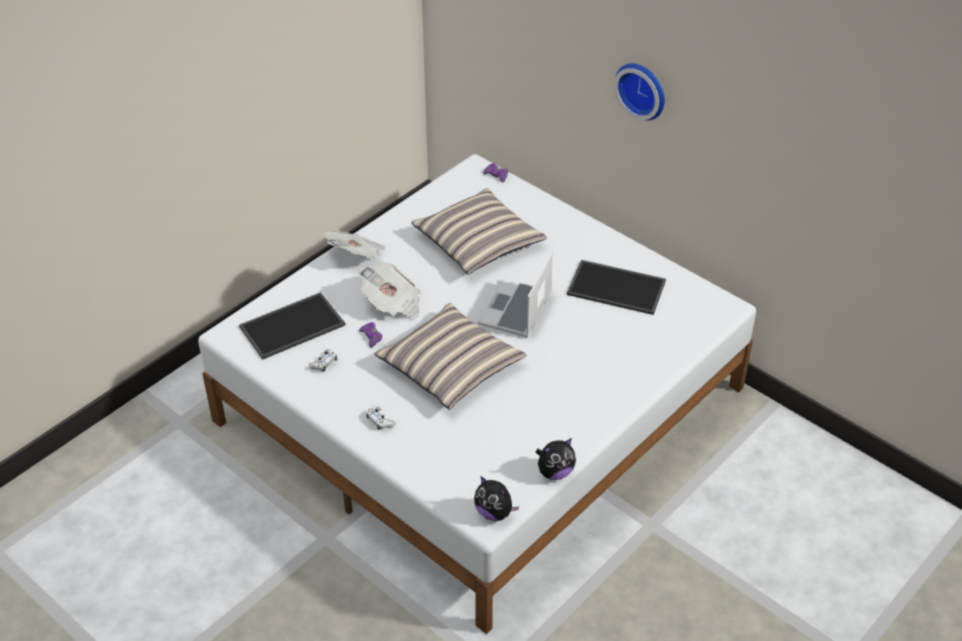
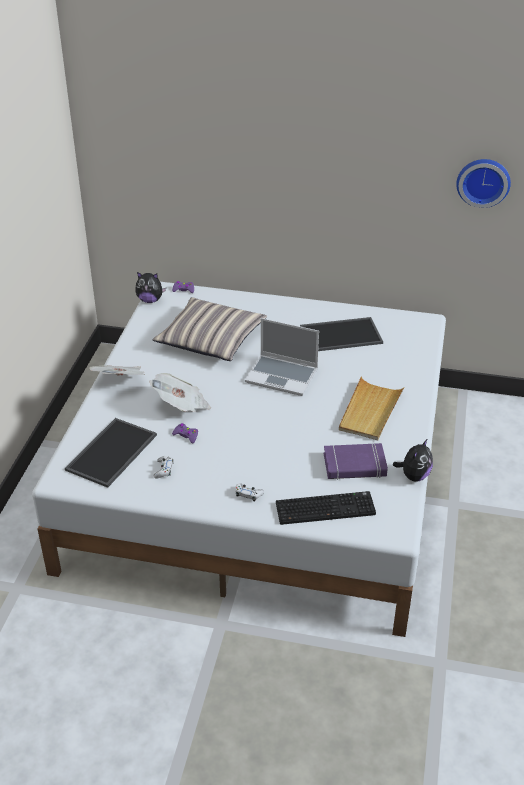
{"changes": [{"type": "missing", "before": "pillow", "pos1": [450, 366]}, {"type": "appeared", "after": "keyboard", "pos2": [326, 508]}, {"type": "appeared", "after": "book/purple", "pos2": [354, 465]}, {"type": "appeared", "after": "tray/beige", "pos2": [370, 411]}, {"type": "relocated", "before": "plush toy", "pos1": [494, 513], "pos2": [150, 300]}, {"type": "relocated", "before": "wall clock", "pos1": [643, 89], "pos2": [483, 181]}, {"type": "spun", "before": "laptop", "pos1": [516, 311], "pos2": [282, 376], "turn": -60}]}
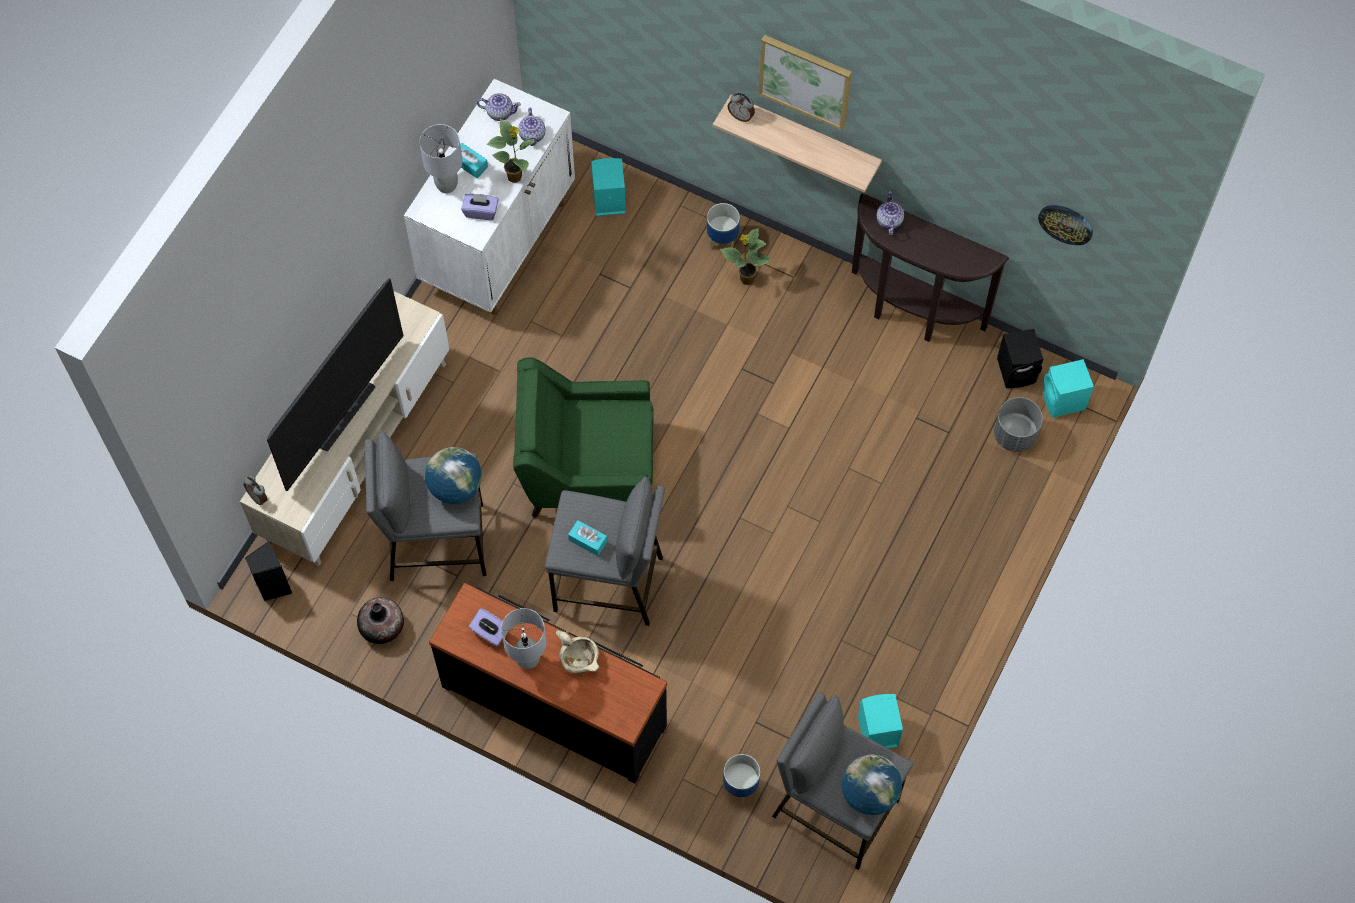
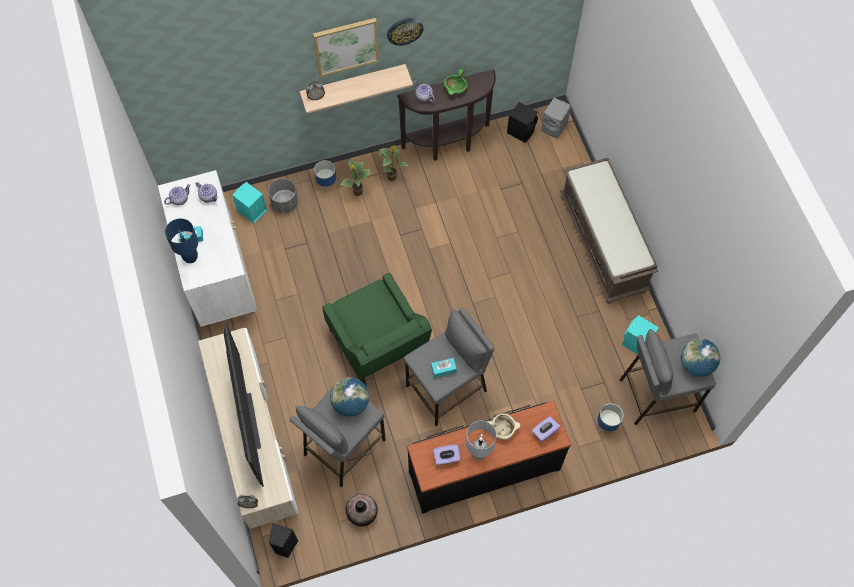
{"changes": [{"type": "appeared", "after": "bowl/green", "pos2": [455, 89]}, {"type": "appeared", "after": "bench/brown", "pos2": [603, 244]}, {"type": "relocated", "before": "tissue box/purple", "pos1": [481, 211], "pos2": [544, 432]}, {"type": "relocated", "before": "potted plant", "pos1": [515, 177], "pos2": [392, 177]}, {"type": "relocated", "before": "planter/grey", "pos1": [1015, 435], "pos2": [285, 203]}, {"type": "relocated", "before": "wall clock", "pos1": [1066, 223], "pos2": [404, 30]}, {"type": "colour", "before": "table lamp/grey", "after": "table lamp/blue", "pos1": [446, 185], "pos2": [190, 257]}, {"type": "colour", "before": "speaker/turquoise", "after": "speaker/grey", "pos1": [1063, 402], "pos2": [555, 127]}, {"type": "spun", "before": "armchair/green", "pos1": [586, 468], "pos2": [378, 345], "turn": -75}]}
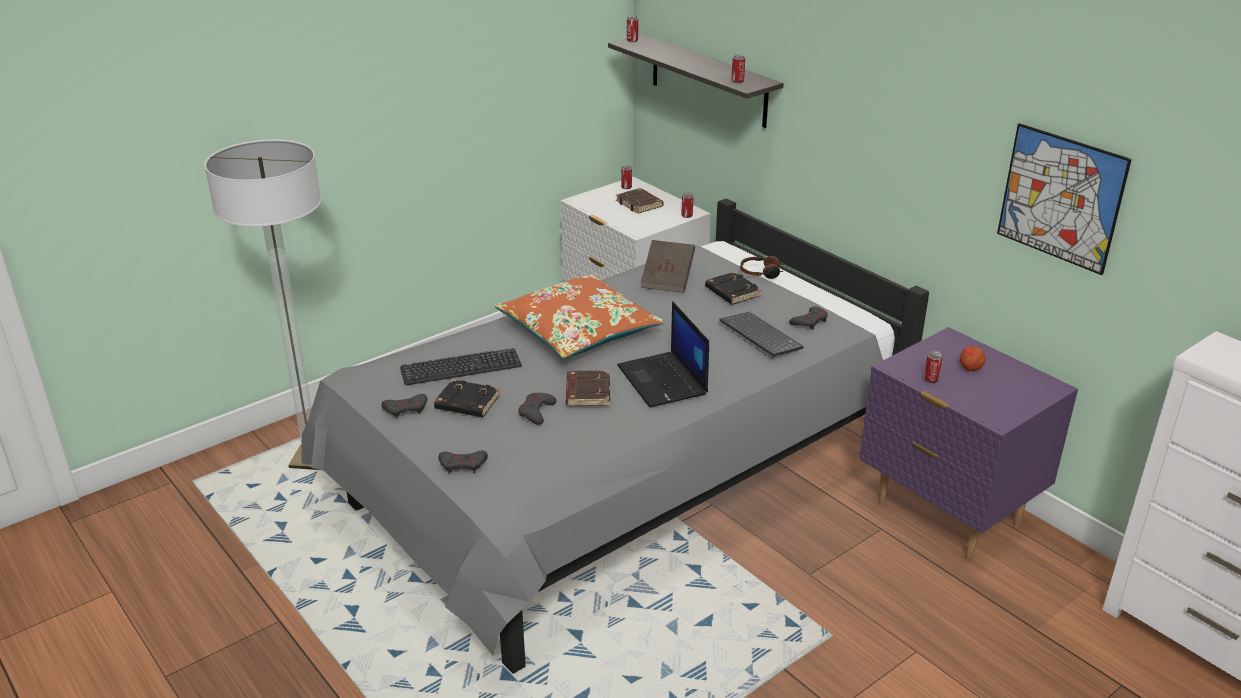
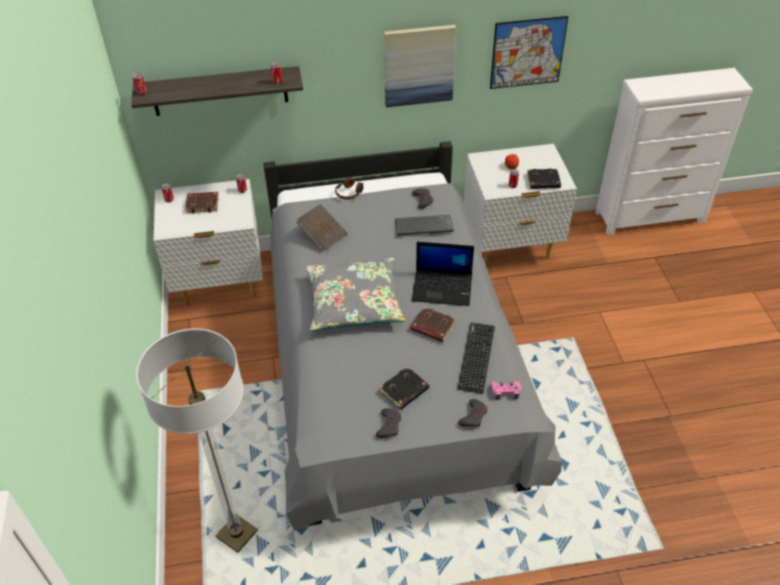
{"changes": [{"type": "missing", "before": "game controller/grey", "pos1": [536, 411]}, {"type": "appeared", "after": "picture", "pos2": [419, 65]}, {"type": "appeared", "after": "game controller/pink", "pos2": [505, 391]}, {"type": "relocated", "before": "keyboard", "pos1": [461, 367], "pos2": [476, 357]}, {"type": "relocated", "before": "book/black", "pos1": [731, 292], "pos2": [543, 182]}, {"type": "colour", "before": "pillow/orange", "after": "pillow/grey", "pos1": [579, 331], "pos2": [354, 302]}, {"type": "colour", "before": "nightstand/purple", "after": "nightstand/white", "pos1": [947, 514], "pos2": [510, 246]}]}
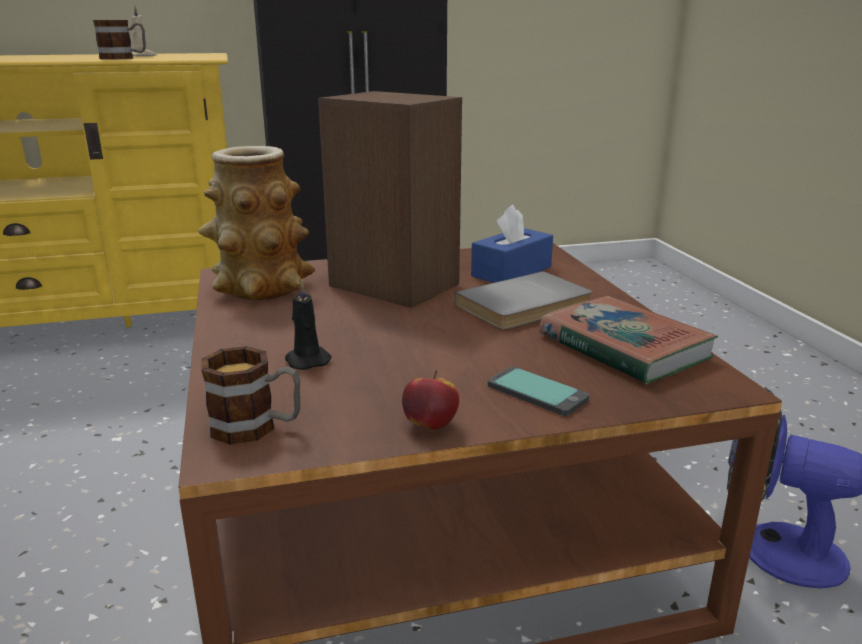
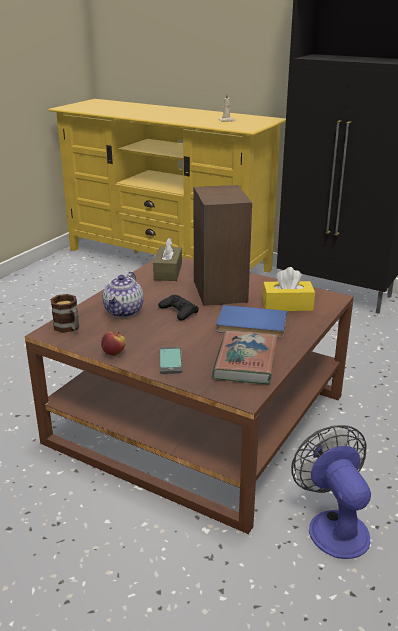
{"changes": [{"type": "missing", "before": "mug", "pos1": [124, 58]}, {"type": "appeared", "after": "game controller/black", "pos2": [178, 311]}, {"type": "exchanged", "before": "vase", "after": "tissue box/brown", "pos1": [262, 287], "pos2": [168, 272]}, {"type": "exchanged", "before": "candle/black", "after": "teapot", "pos1": [306, 360], "pos2": [124, 311]}, {"type": "colour", "before": "book/grey", "after": "book/blue", "pos1": [526, 306], "pos2": [251, 325]}, {"type": "colour", "before": "tissue box/blue", "after": "tissue box/yellow", "pos1": [511, 271], "pos2": [287, 305]}]}
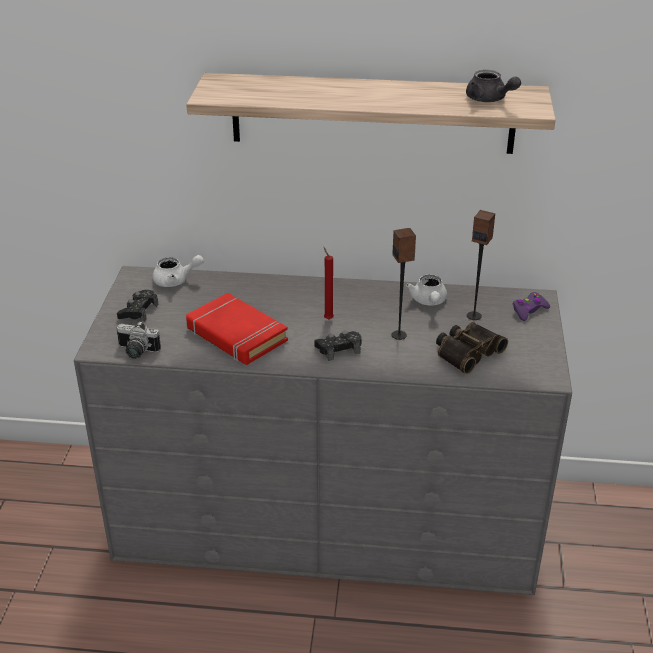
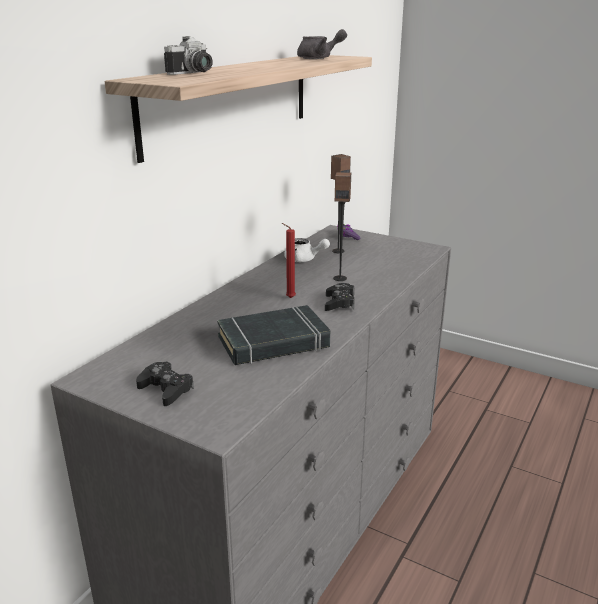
{"changes": [{"type": "missing", "before": "teapot/white", "pos1": [176, 280]}, {"type": "missing", "before": "binoculars", "pos1": [467, 352]}, {"type": "relocated", "before": "photo camera", "pos1": [136, 352], "pos2": [193, 73]}, {"type": "colour", "before": "book/red", "after": "book/black", "pos1": [236, 335], "pos2": [273, 342]}]}
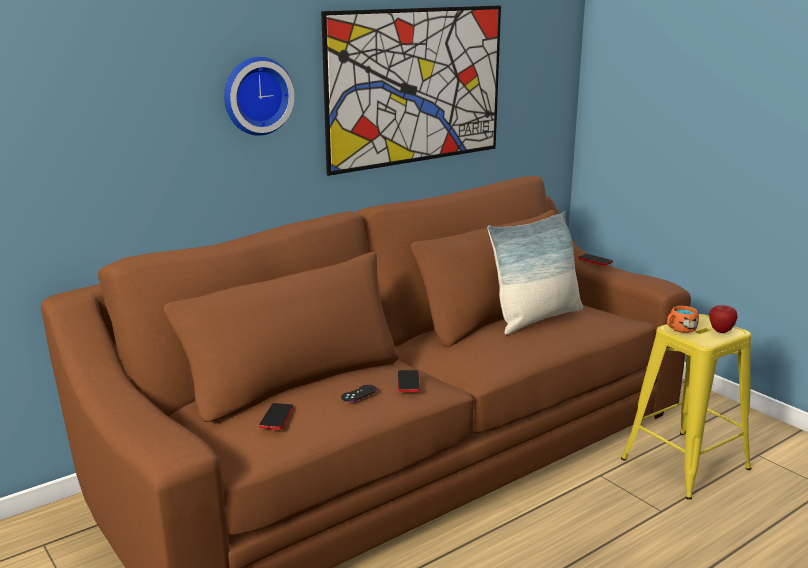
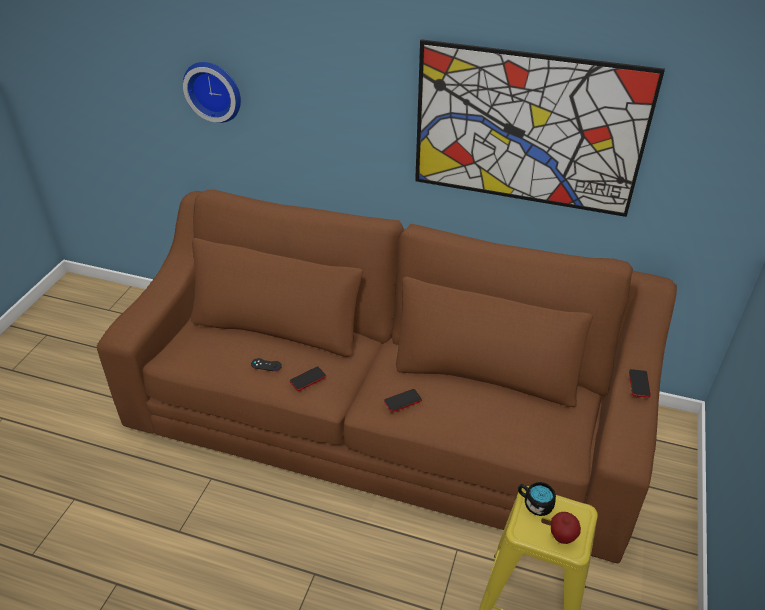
{"changes": [{"type": "missing", "before": "pillow", "pos1": [536, 318]}, {"type": "relocated", "before": "wall clock", "pos1": [256, 95], "pos2": [214, 90]}, {"type": "relocated", "before": "phone", "pos1": [276, 417], "pos2": [402, 401]}, {"type": "colour", "before": "mug/orange", "after": "mug/black", "pos1": [679, 329], "pos2": [534, 503]}]}
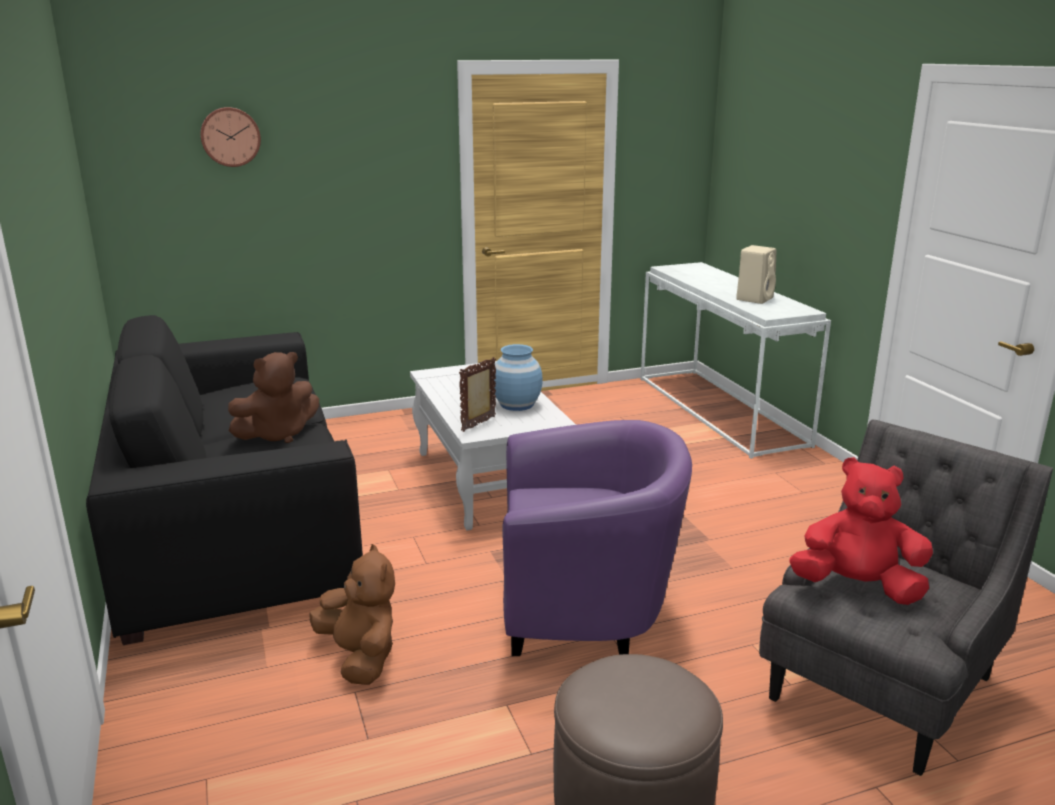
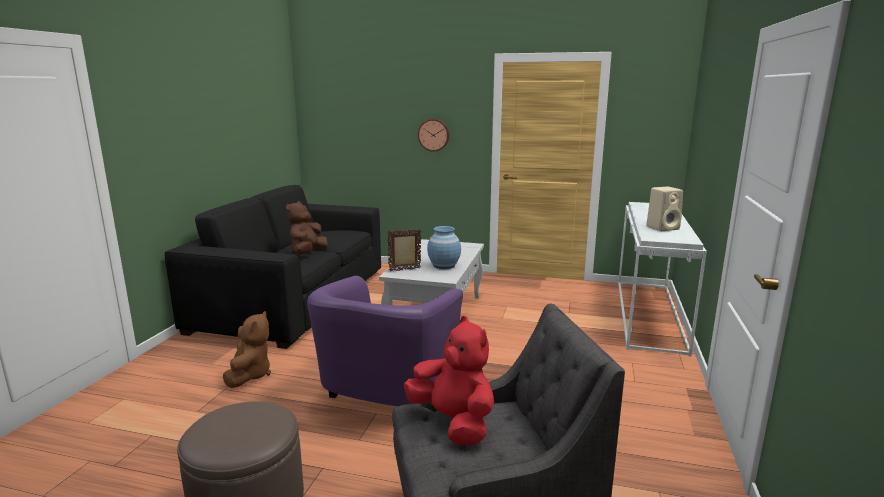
{"changes": [{"type": "relocated", "before": "wall clock", "pos1": [230, 136], "pos2": [434, 135]}, {"type": "spun", "before": "plush toy/brown", "pos1": [278, 435], "pos2": [307, 253], "turn": 105}, {"type": "spun", "before": "armchair/purple", "pos1": [587, 607], "pos2": [386, 395], "turn": 75}]}
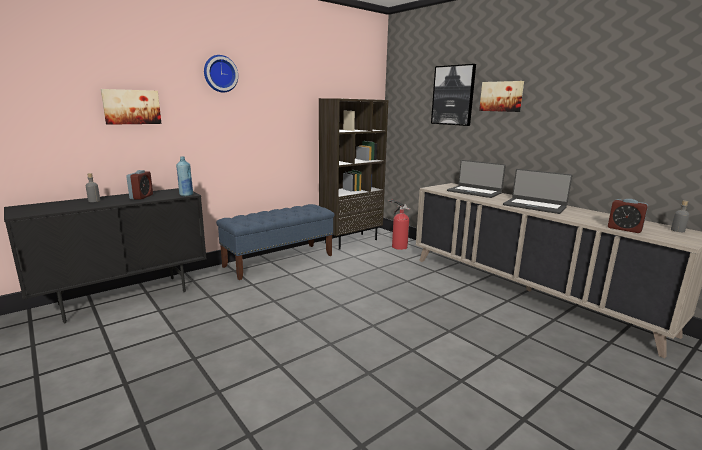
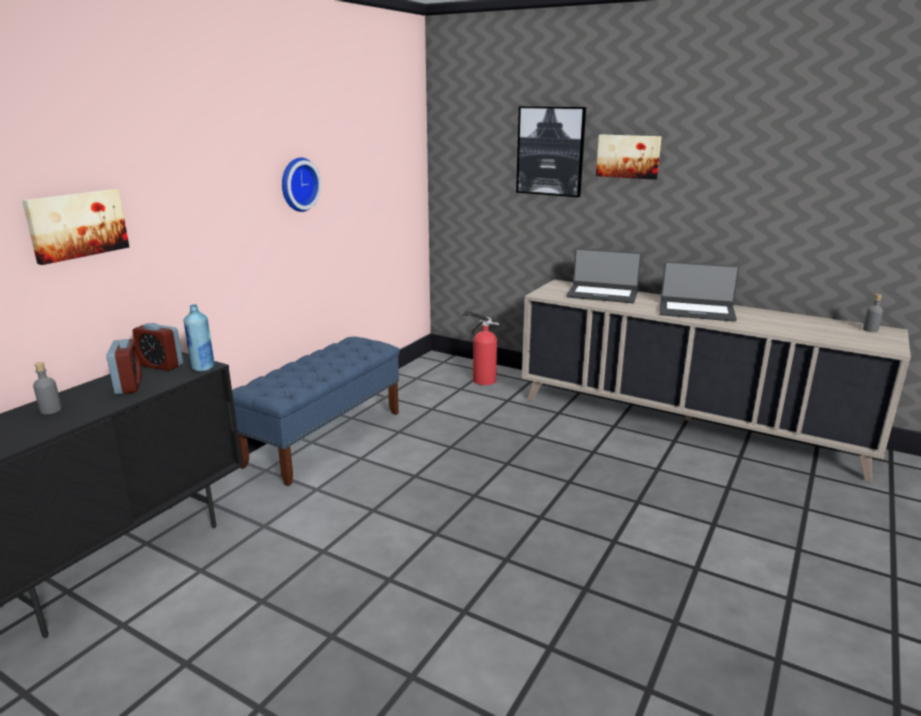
{"changes": [{"type": "missing", "before": "bookcase/brown", "pos1": [351, 241]}, {"type": "relocated", "before": "wall clock", "pos1": [220, 74], "pos2": [297, 184]}, {"type": "relocated", "before": "alarm clock", "pos1": [624, 229], "pos2": [161, 365]}]}
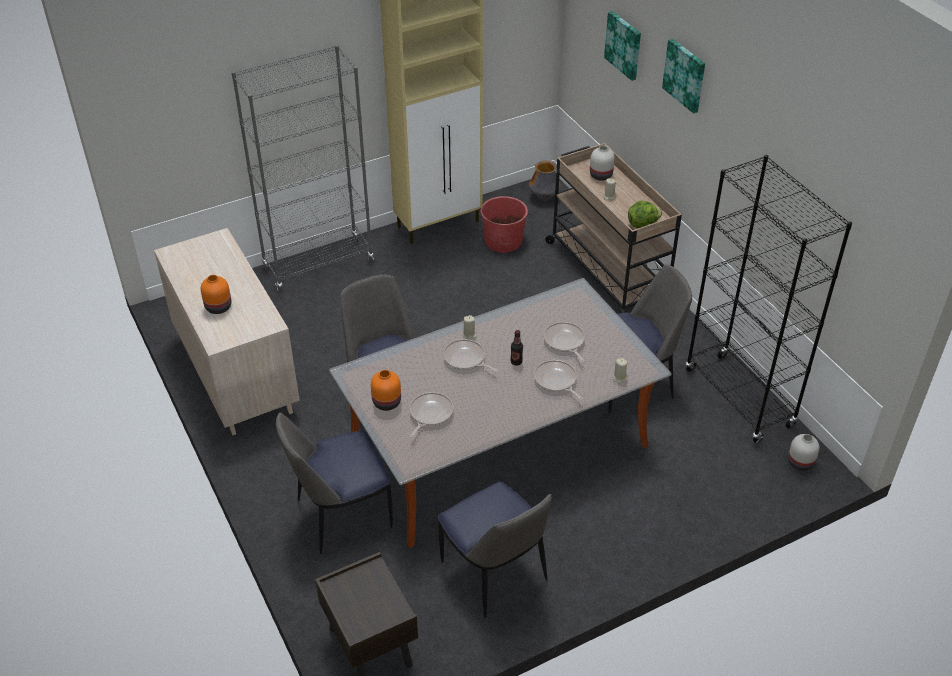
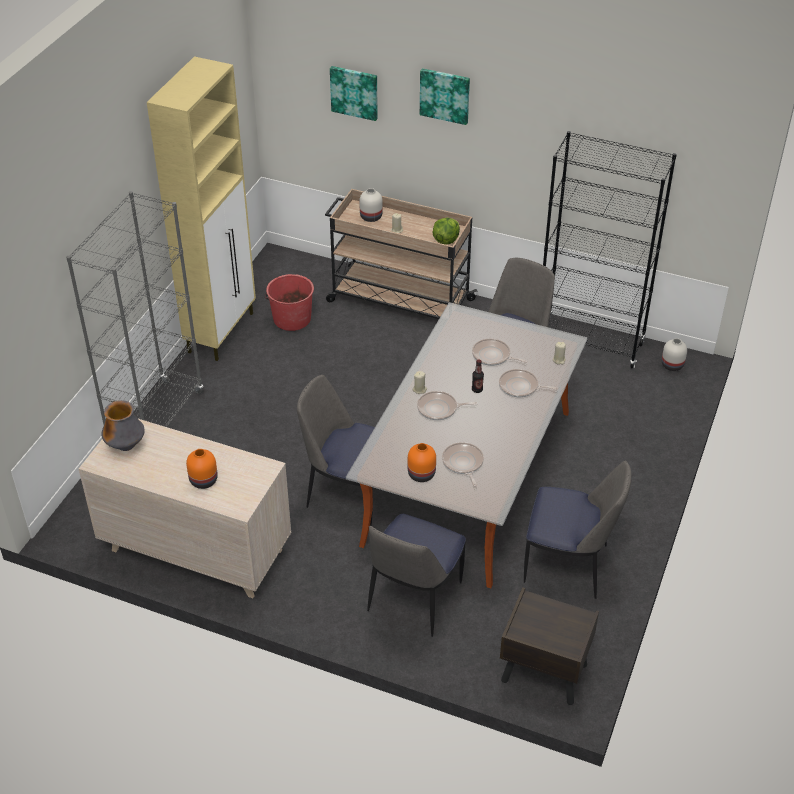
{"changes": [{"type": "relocated", "before": "vase", "pos1": [544, 197], "pos2": [126, 446]}]}
